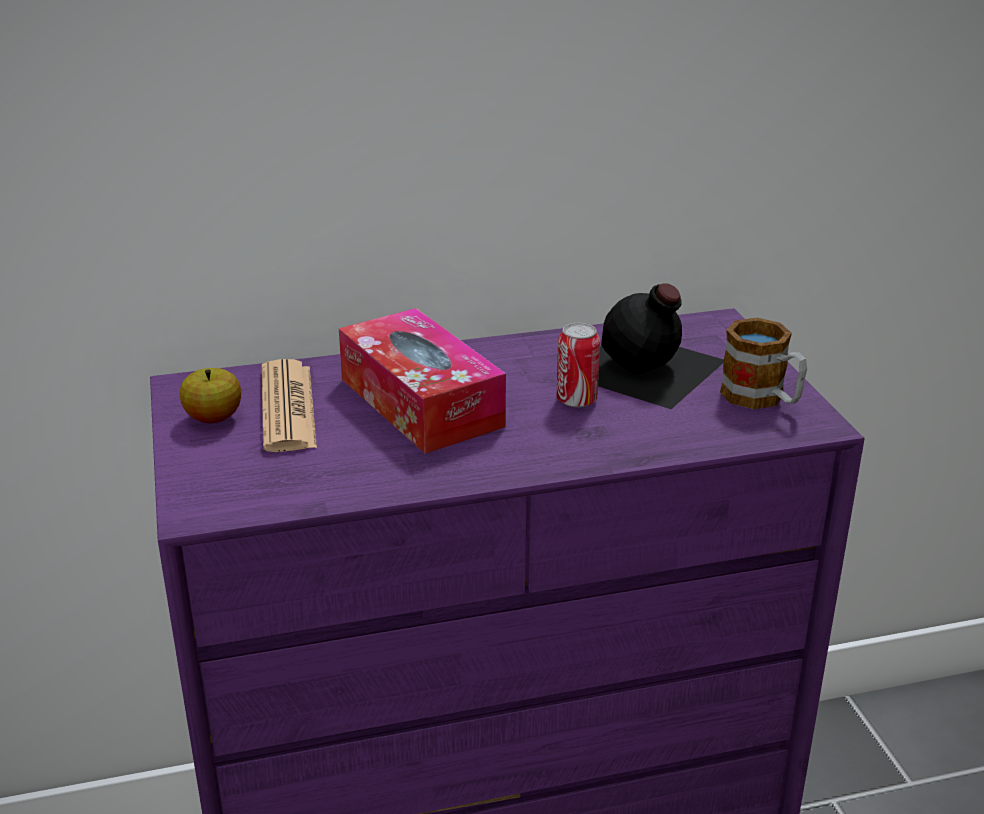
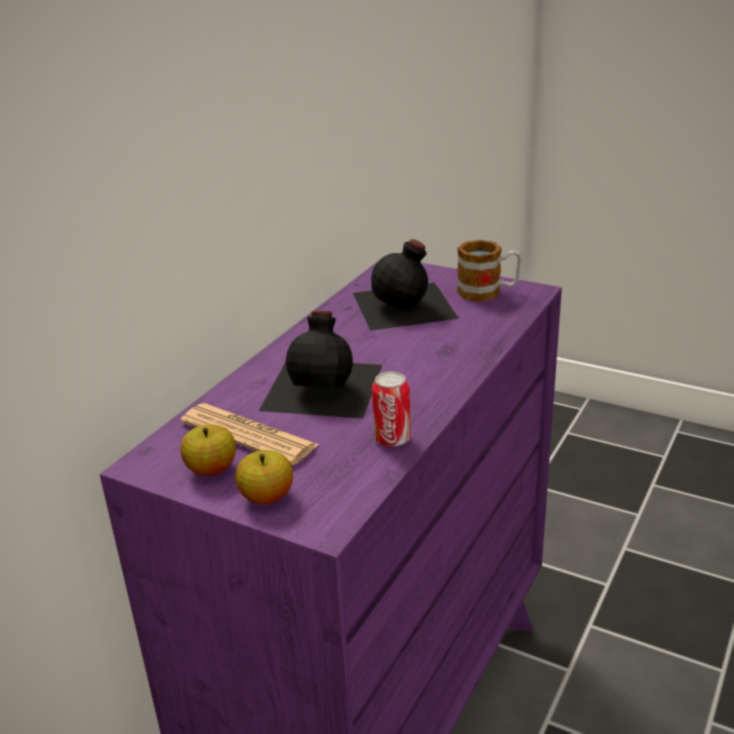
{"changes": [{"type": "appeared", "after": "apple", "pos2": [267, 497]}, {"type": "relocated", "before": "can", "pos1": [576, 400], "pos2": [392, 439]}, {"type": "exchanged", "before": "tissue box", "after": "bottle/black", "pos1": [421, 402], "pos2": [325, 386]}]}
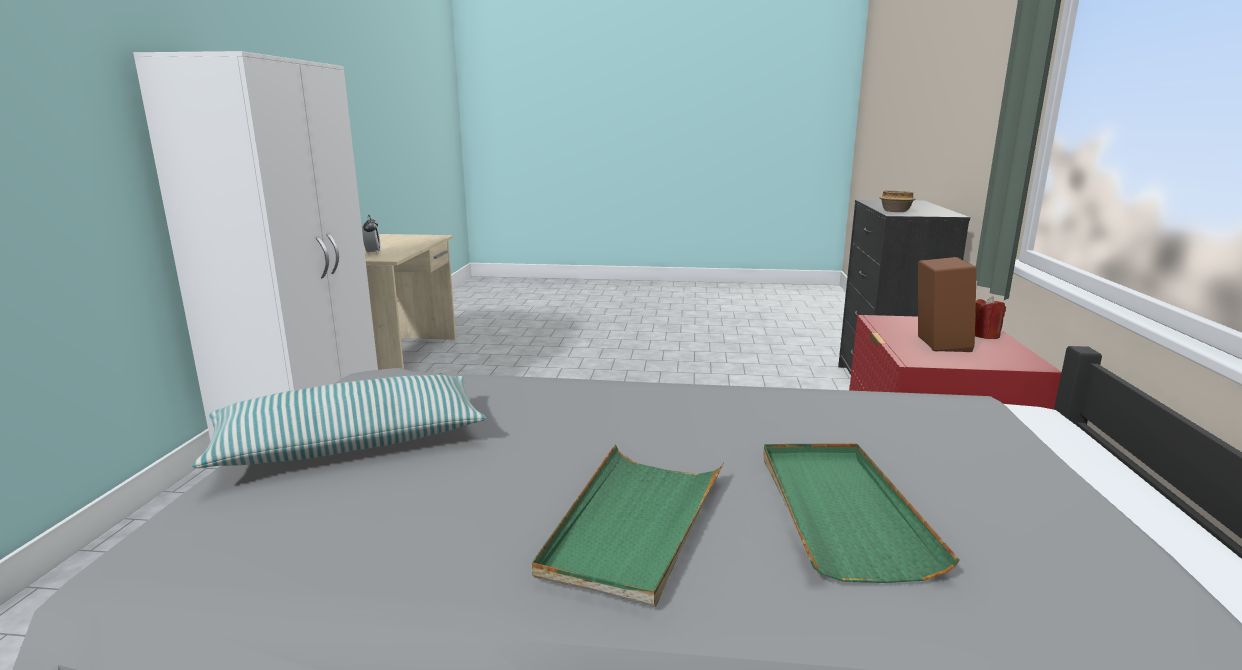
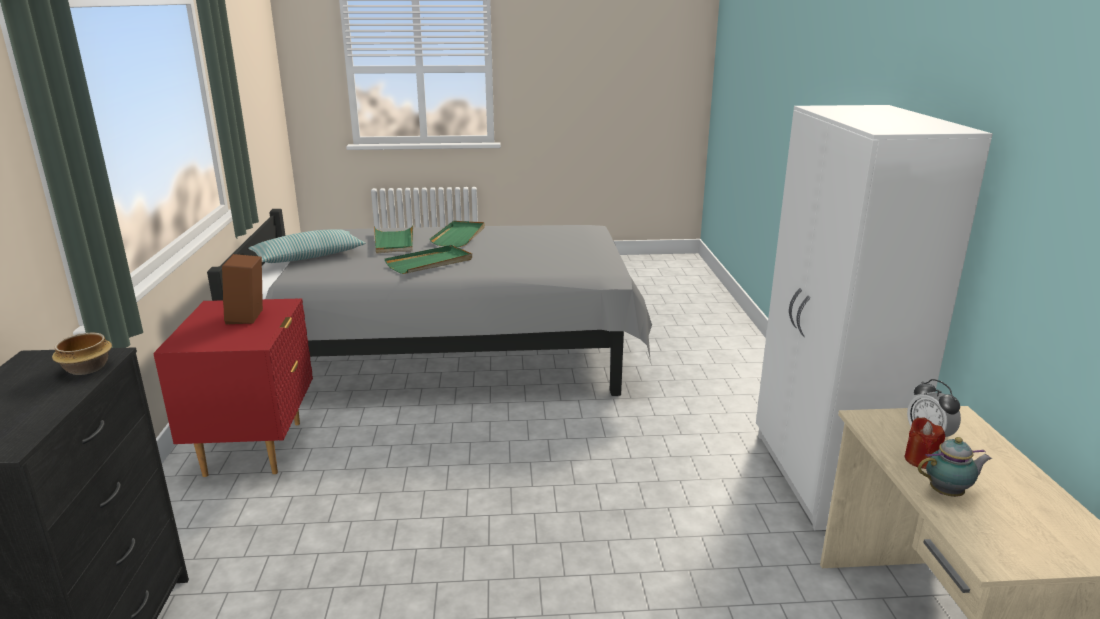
{"changes": [{"type": "appeared", "after": "tray/green", "pos2": [430, 263]}, {"type": "appeared", "after": "teapot", "pos2": [948, 493]}, {"type": "relocated", "before": "pillow", "pos1": [351, 443], "pos2": [308, 257]}, {"type": "relocated", "before": "candle/red", "pos1": [984, 335], "pos2": [920, 460]}]}
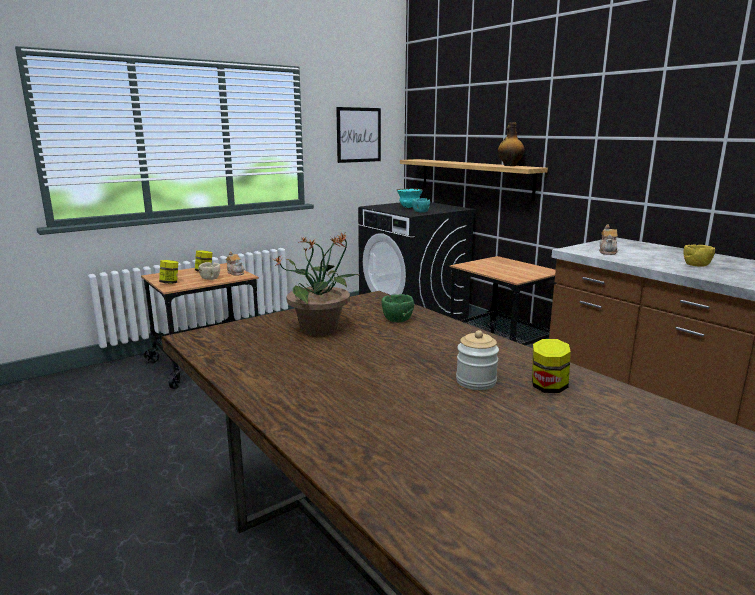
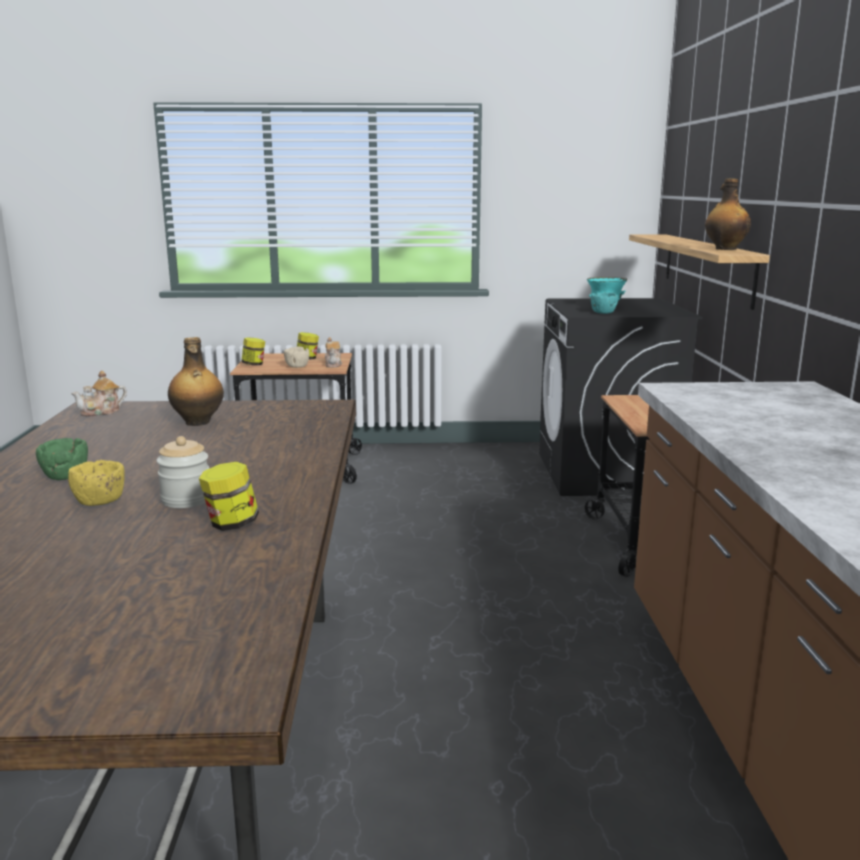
{"changes": [{"type": "missing", "before": "picture", "pos1": [358, 135]}, {"type": "relocated", "before": "bowl/green", "pos1": [397, 319], "pos2": [66, 476]}, {"type": "relocated", "before": "teapot", "pos1": [608, 252], "pos2": [102, 412]}, {"type": "relocated", "before": "bowl/yellow", "pos1": [696, 265], "pos2": [100, 501]}, {"type": "exchanged", "before": "potted plant", "after": "bottle", "pos1": [321, 329], "pos2": [197, 422]}]}
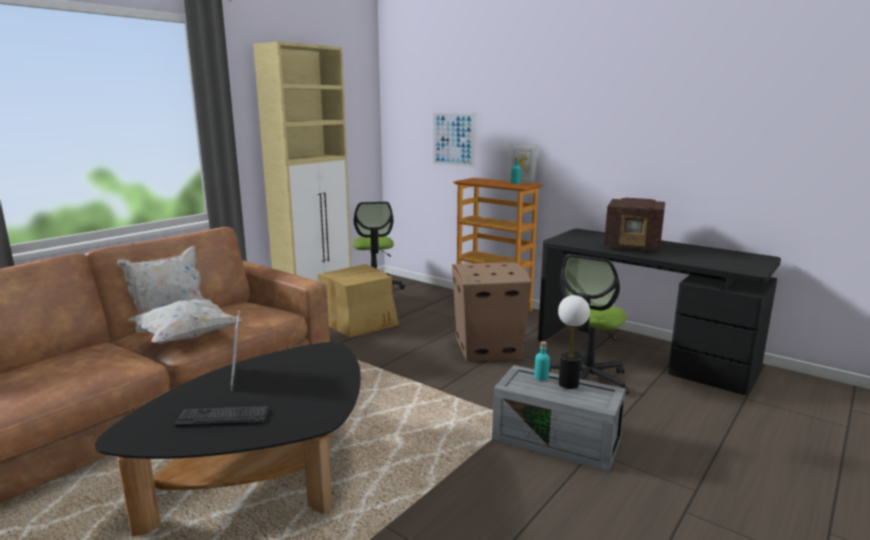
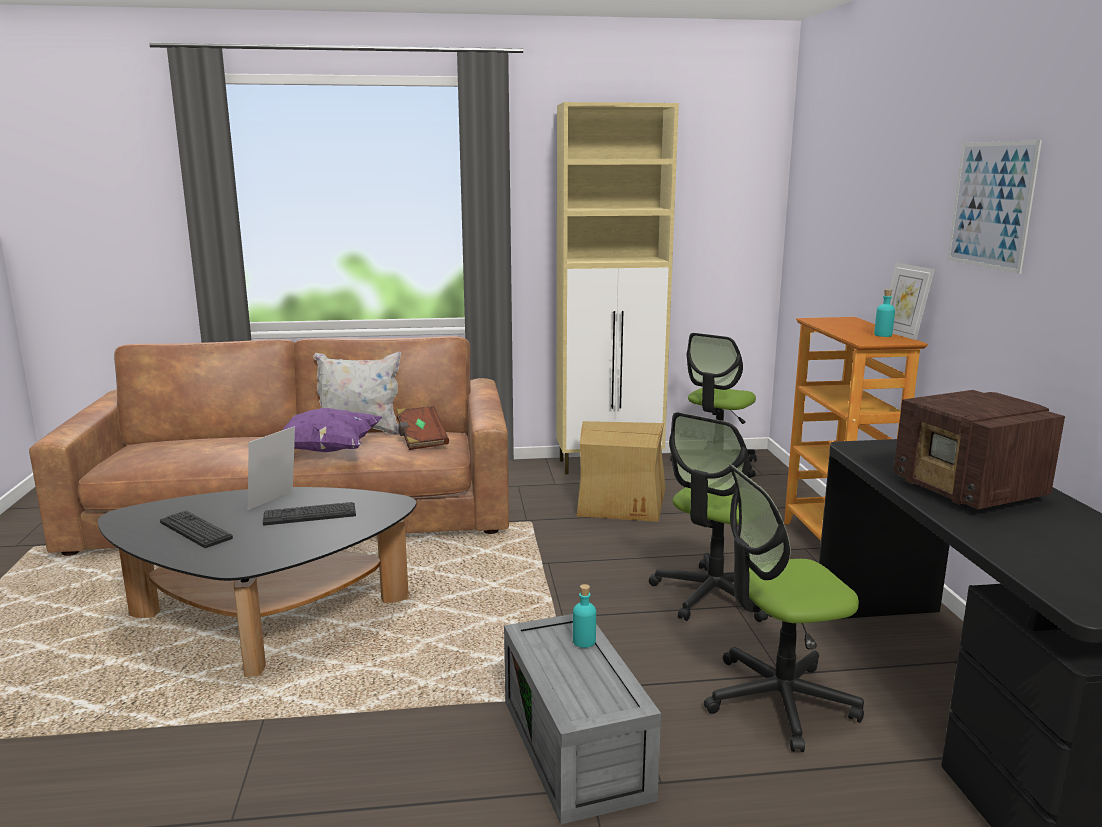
{"changes": [{"type": "missing", "before": "table lamp", "pos1": [568, 384]}, {"type": "appeared", "after": "keyboard", "pos2": [310, 515]}, {"type": "appeared", "after": "book/brown", "pos2": [421, 440]}, {"type": "relocated", "before": "picture", "pos1": [453, 139], "pos2": [991, 205]}, {"type": "exchanged", "before": "cardboard box", "after": "office chair", "pos1": [486, 349], "pos2": [712, 595]}, {"type": "colour", "before": "pillow/white", "after": "pillow/purple", "pos1": [187, 337], "pos2": [326, 451]}]}
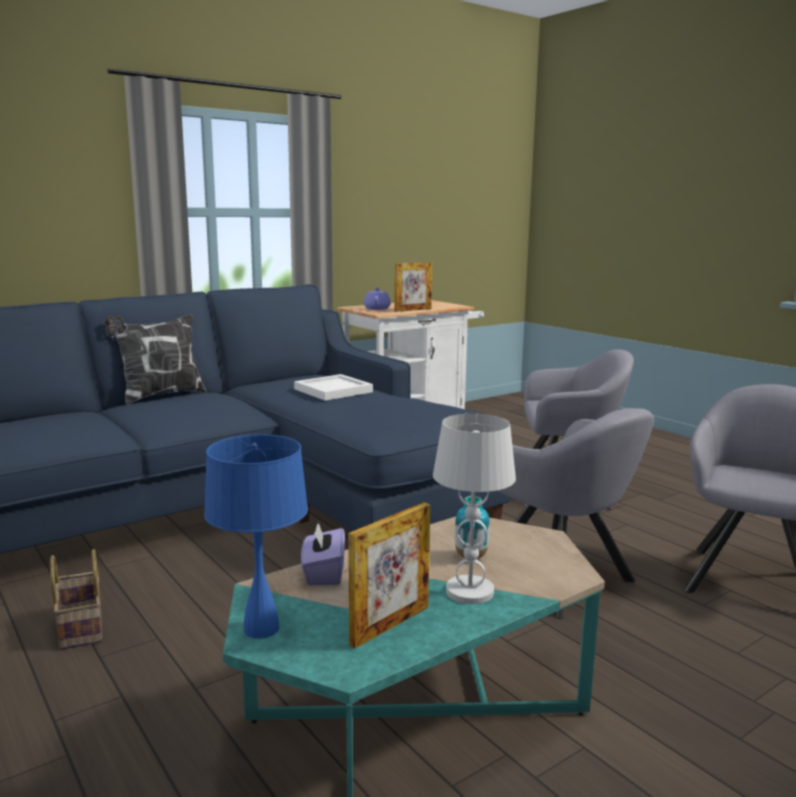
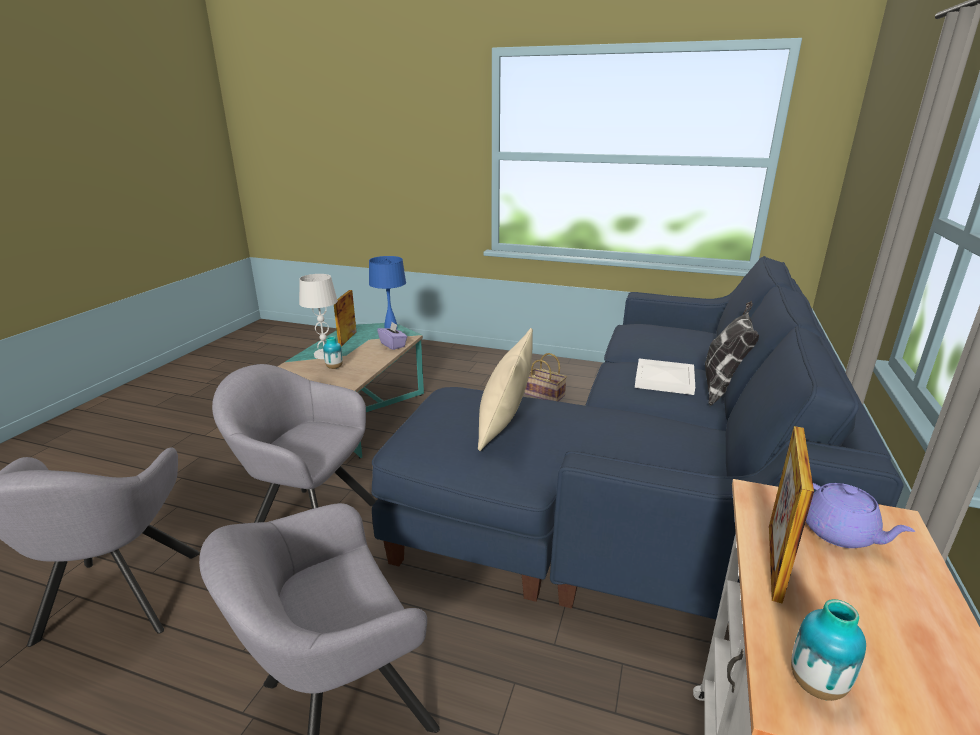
{"changes": [{"type": "appeared", "after": "pillow/beige", "pos2": [504, 427]}, {"type": "appeared", "after": "vase", "pos2": [816, 684]}, {"type": "relocated", "before": "tray/white", "pos1": [332, 390], "pos2": [665, 379]}]}
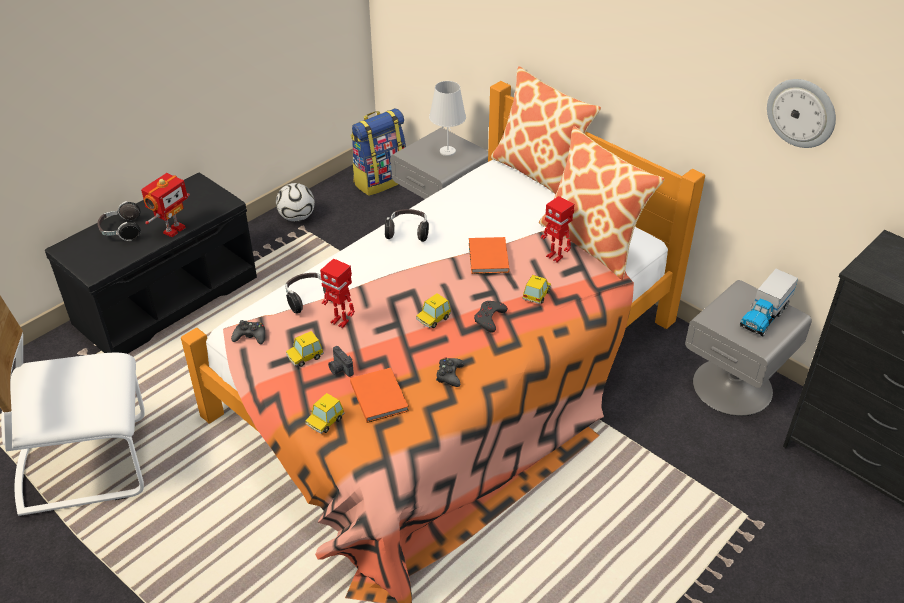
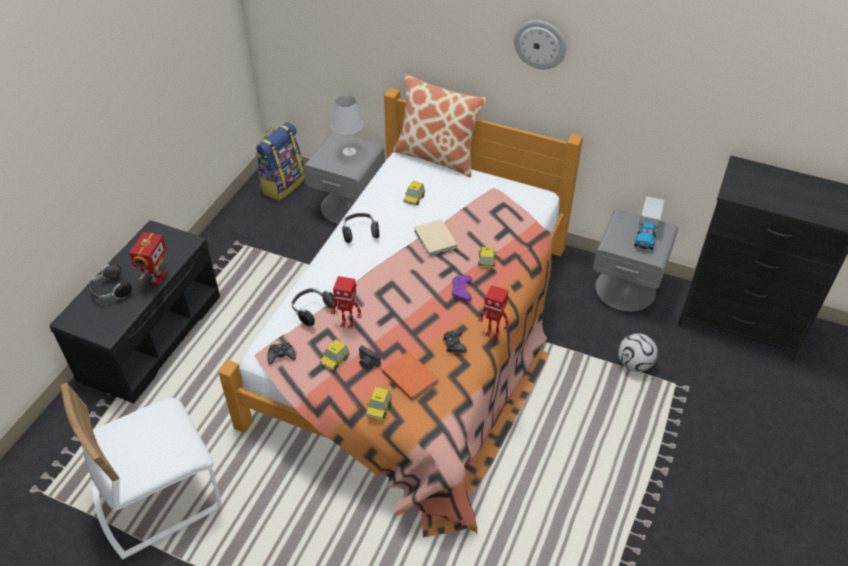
{"changes": [{"type": "missing", "before": "pillow", "pos1": [592, 243]}, {"type": "relocated", "before": "football", "pos1": [297, 217], "pos2": [634, 364]}, {"type": "relocated", "before": "toy car", "pos1": [433, 318], "pos2": [414, 199]}, {"type": "relocated", "before": "toy robot", "pos1": [555, 256], "pos2": [493, 333]}, {"type": "relocated", "before": "wall clock", "pos1": [801, 112], "pos2": [540, 44]}, {"type": "colour", "before": "book/orange", "after": "book/beige", "pos1": [487, 258], "pos2": [435, 240]}, {"type": "colour", "before": "game controller/grey", "after": "game controller/purple", "pos1": [489, 318], "pos2": [462, 290]}]}
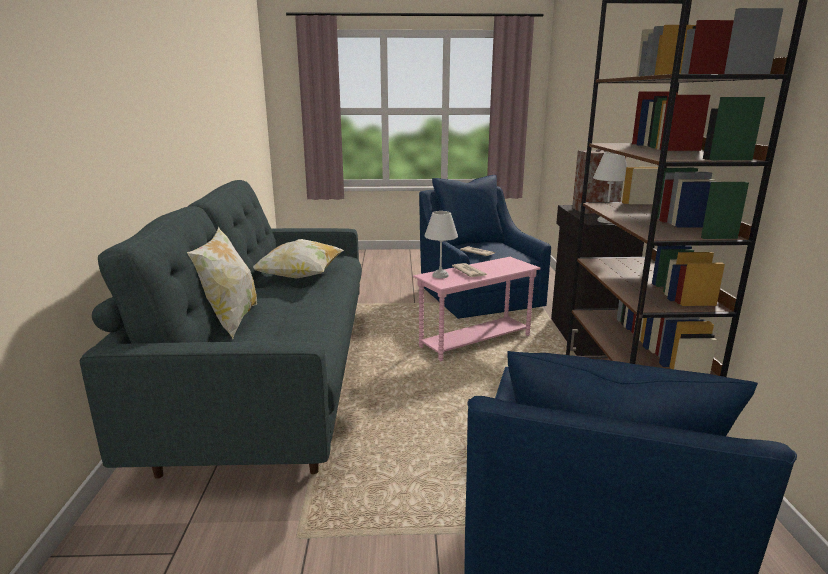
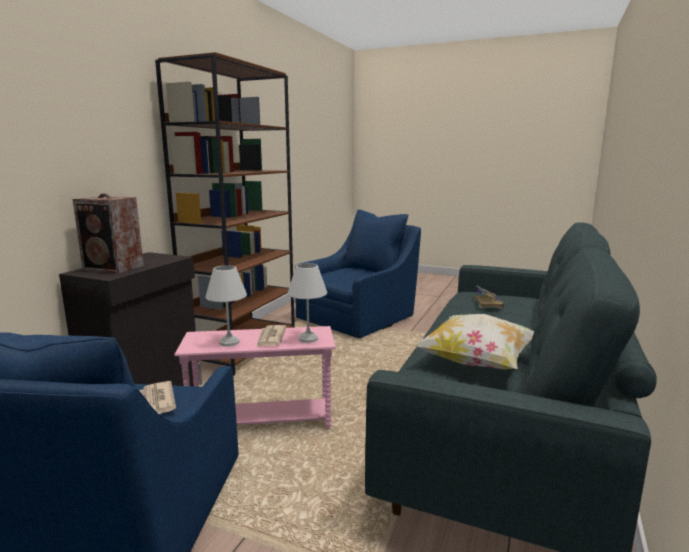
{"changes": [{"type": "missing", "before": "pillow", "pos1": [231, 320]}, {"type": "appeared", "after": "book", "pos2": [487, 304]}, {"type": "relocated", "before": "table lamp/white", "pos1": [605, 221], "pos2": [230, 342]}]}
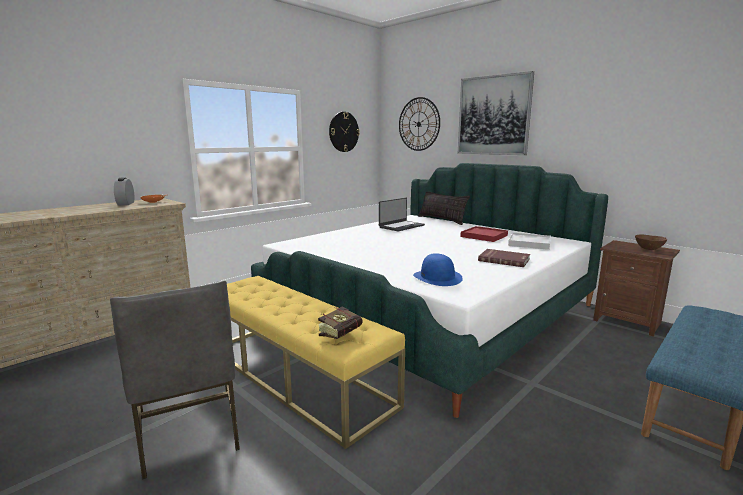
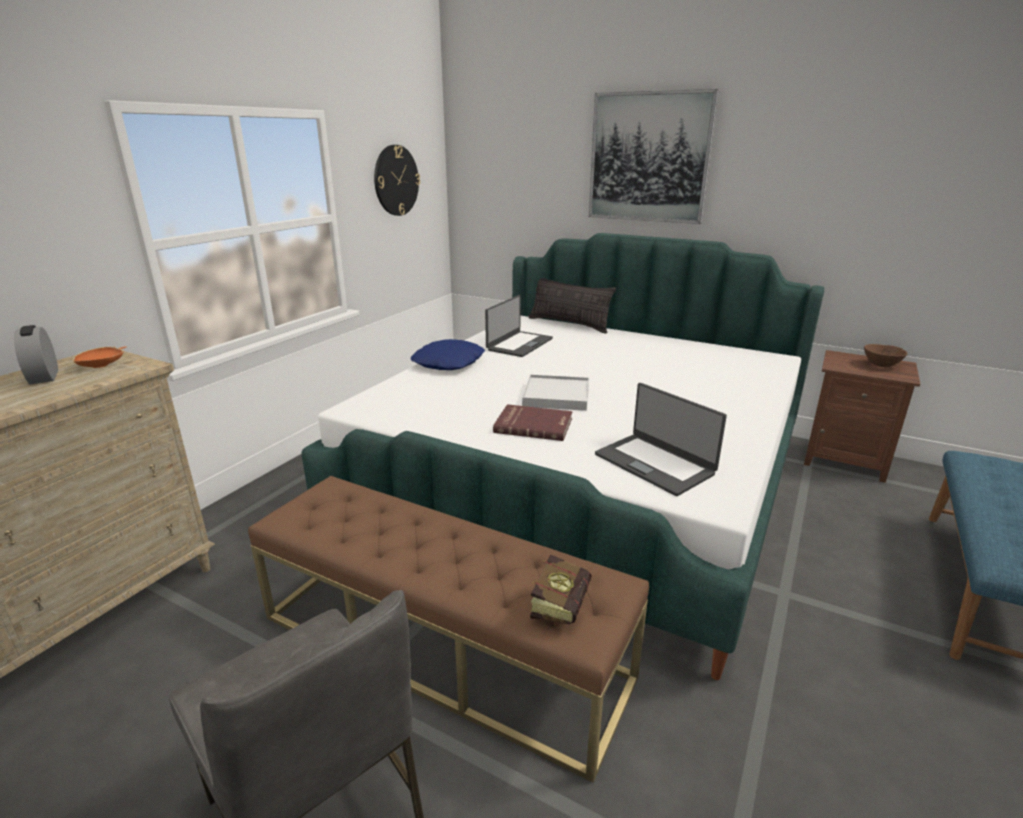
{"changes": [{"type": "missing", "before": "wall clock", "pos1": [418, 124]}, {"type": "missing", "before": "tray/red", "pos1": [484, 236]}, {"type": "appeared", "after": "pillow/blue", "pos2": [449, 363]}, {"type": "relocated", "before": "book/red", "pos1": [504, 259], "pos2": [533, 425]}, {"type": "relocated", "before": "tray/white", "pos1": [529, 243], "pos2": [556, 396]}, {"type": "exchanged", "before": "hat/blue", "after": "laptop", "pos1": [437, 277], "pos2": [655, 463]}, {"type": "colour", "before": "bench/yellow", "after": "bench/brown", "pos1": [295, 375], "pos2": [442, 646]}]}
